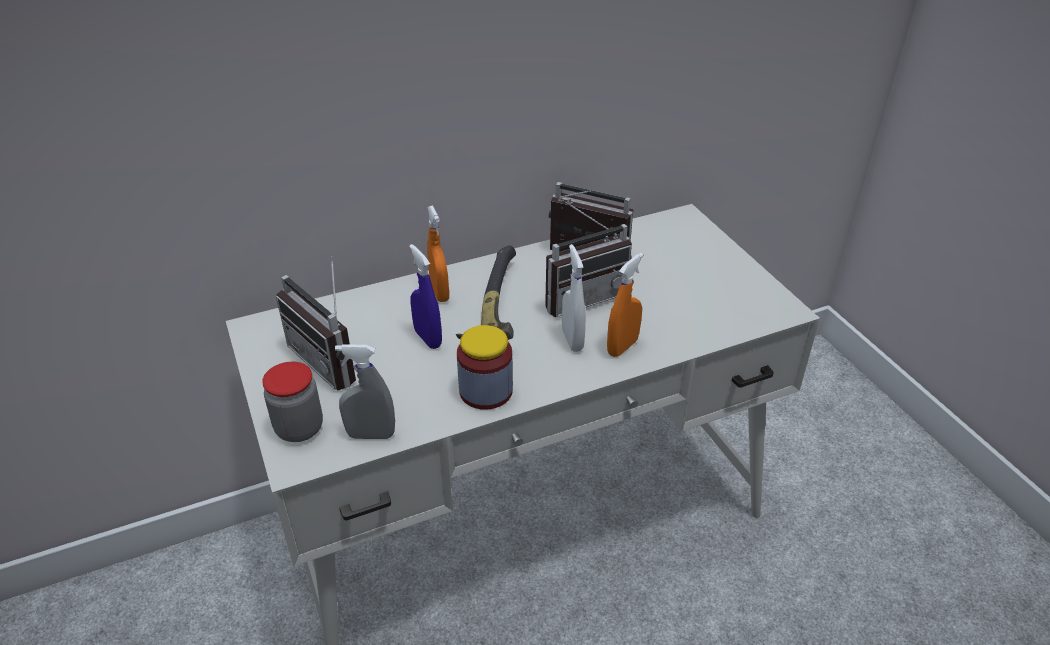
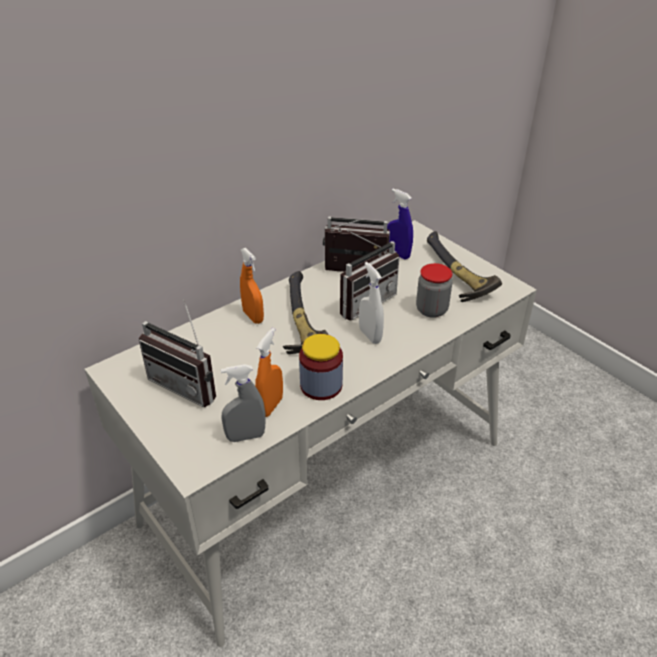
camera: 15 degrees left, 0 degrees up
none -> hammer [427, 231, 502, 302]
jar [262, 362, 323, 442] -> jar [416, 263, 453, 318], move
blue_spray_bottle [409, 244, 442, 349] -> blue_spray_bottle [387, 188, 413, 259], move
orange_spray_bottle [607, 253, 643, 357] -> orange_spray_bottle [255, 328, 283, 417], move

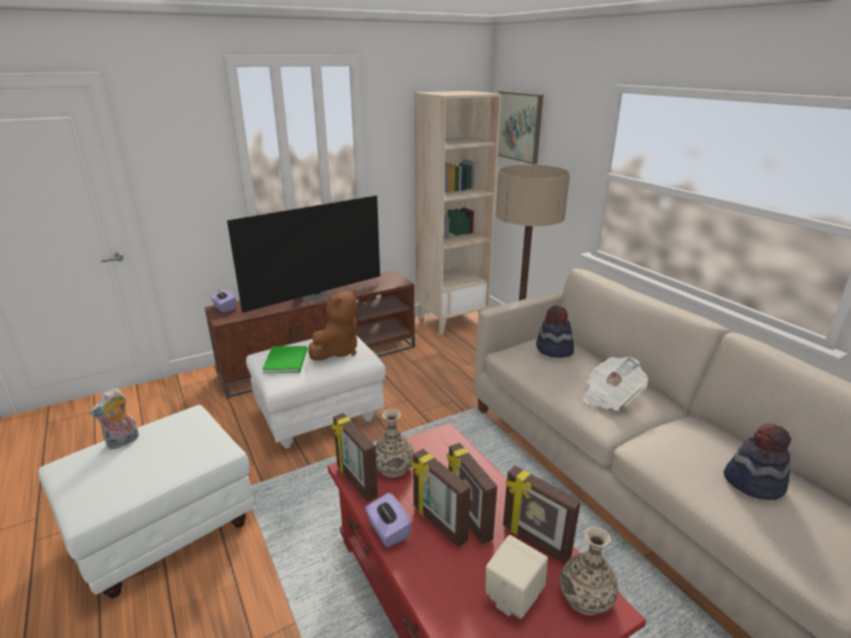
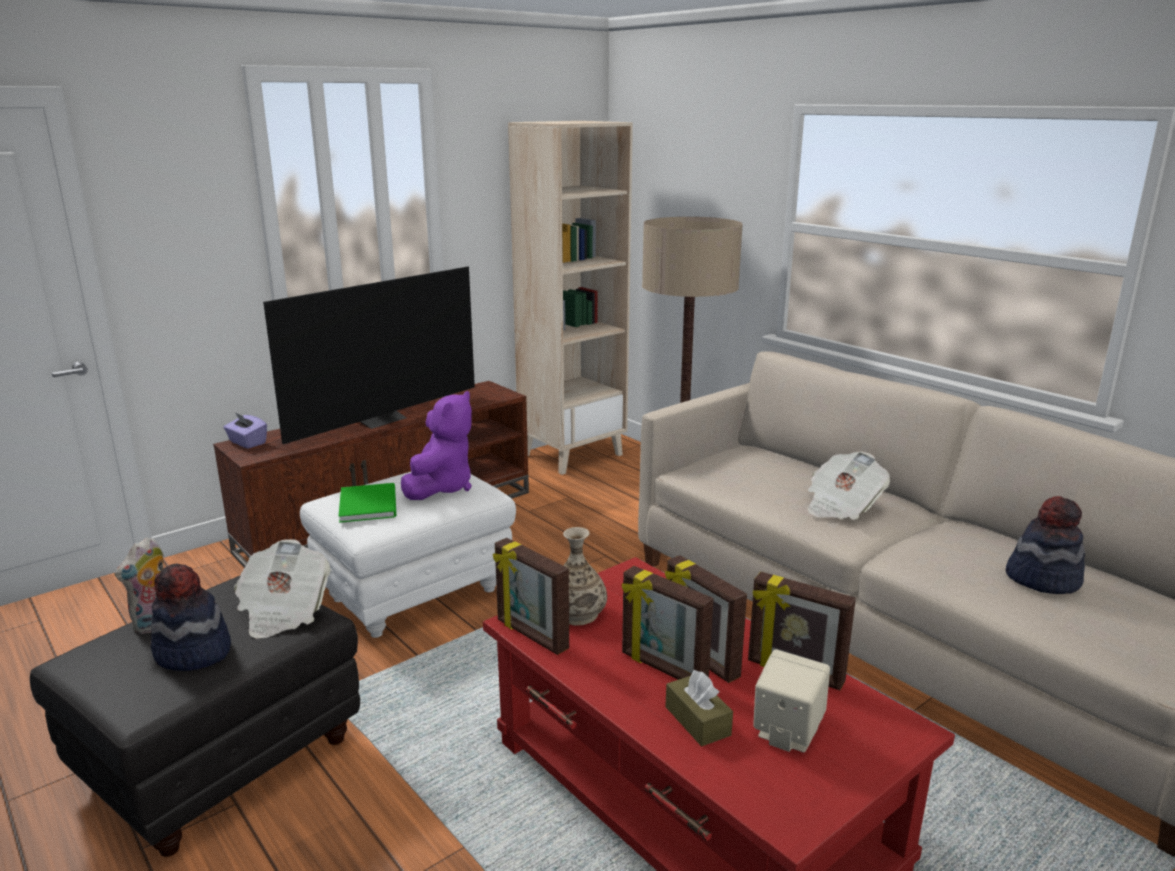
camera: 10 degrees left, 5 degrees down
purple_tissue_box [365, 492, 411, 547] -> none
picture [498, 91, 543, 164] -> none
vase [560, 527, 618, 615] -> none
none -> newspaper [234, 539, 331, 639]
none -> brown_tissue_box [665, 670, 733, 747]
hat [536, 306, 574, 358] -> hat [150, 563, 231, 671], move
white_ottoman [38, 405, 253, 598] -> black_ottoman [30, 575, 360, 857]
brown_plush_toy [308, 289, 357, 361] -> purple_plush_toy [401, 391, 472, 500]

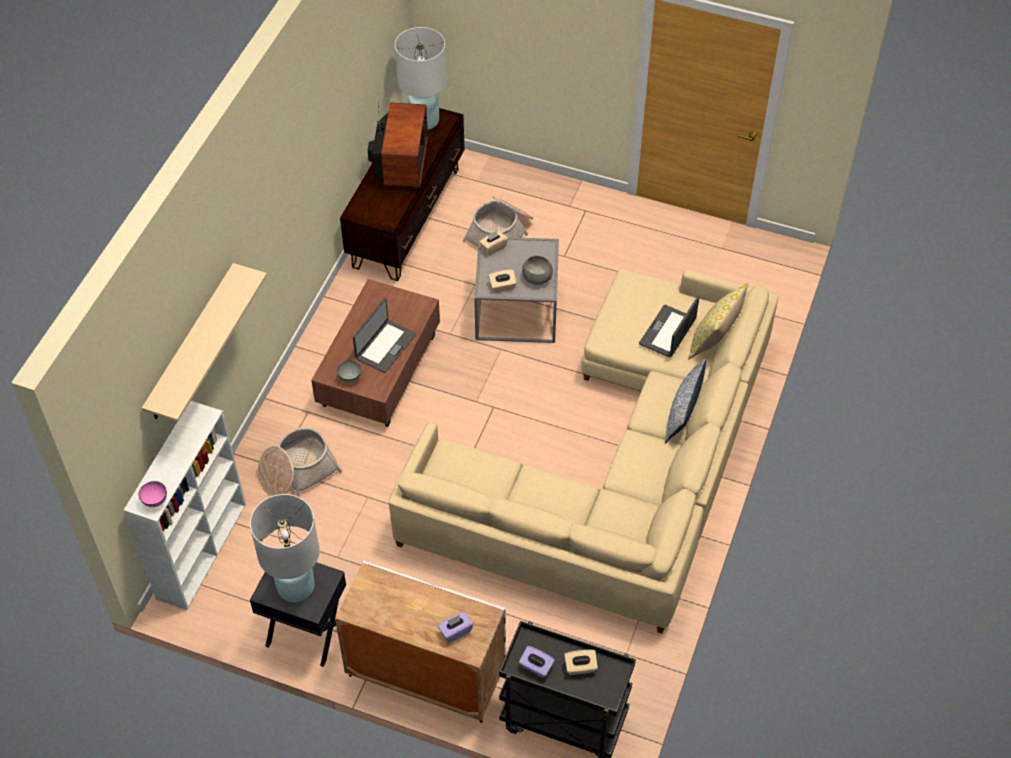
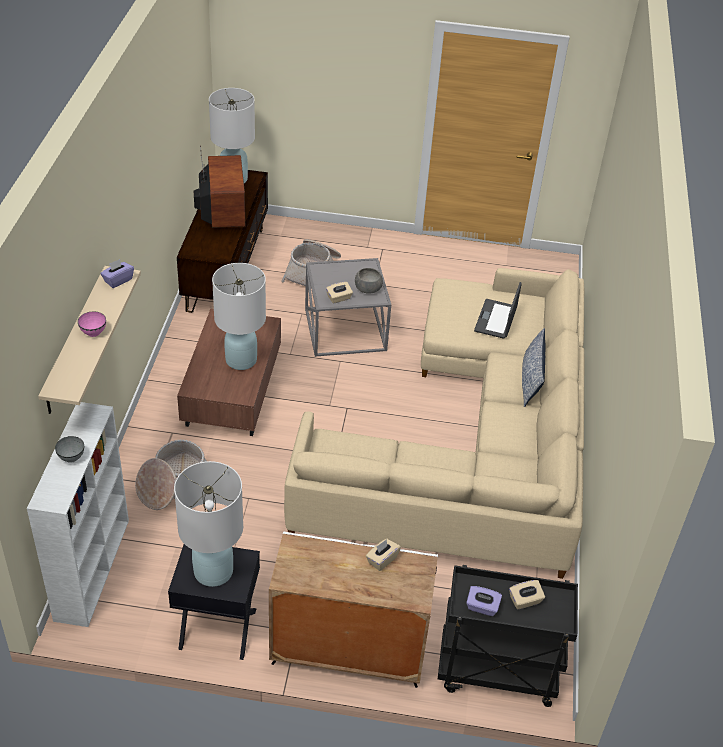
camera: 15 degrees left, 10 degrees down
pillow [688, 283, 748, 359] -> none
pink_bowl [138, 481, 167, 507] -> pink_bowl [78, 311, 106, 337], move
grey_bowl [337, 360, 361, 383] -> grey_bowl [55, 436, 84, 463], move
purple_tissue_box [438, 612, 473, 643] -> purple_tissue_box [100, 259, 134, 288], move
beige_tissue_box [479, 231, 508, 255] -> beige_tissue_box [366, 539, 401, 571], move
laptop [353, 298, 416, 373] -> white_table_lamp [212, 263, 266, 370]

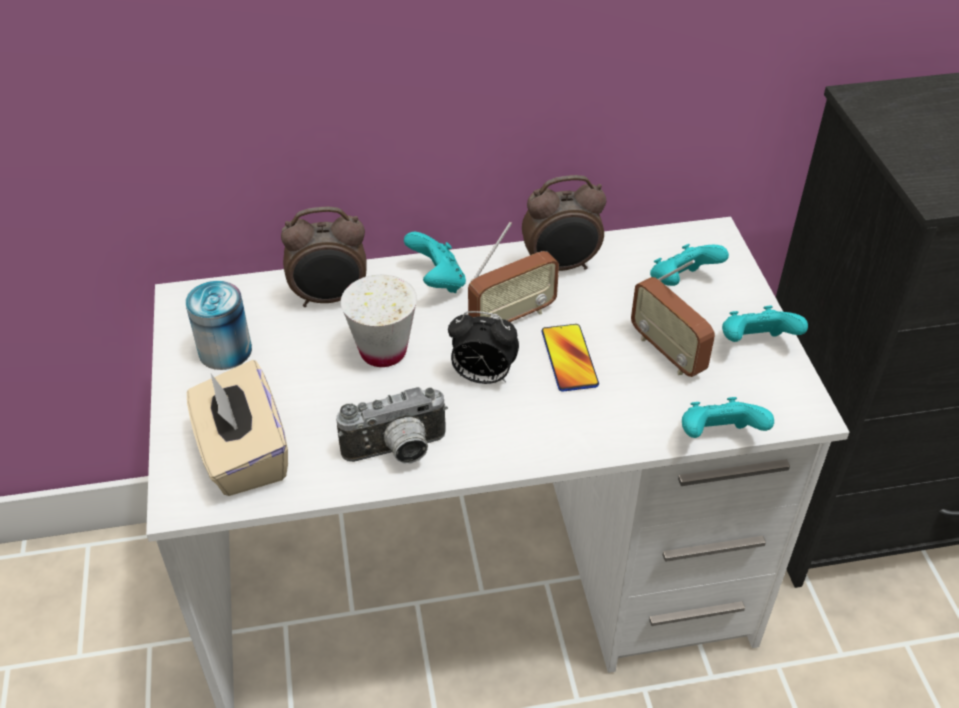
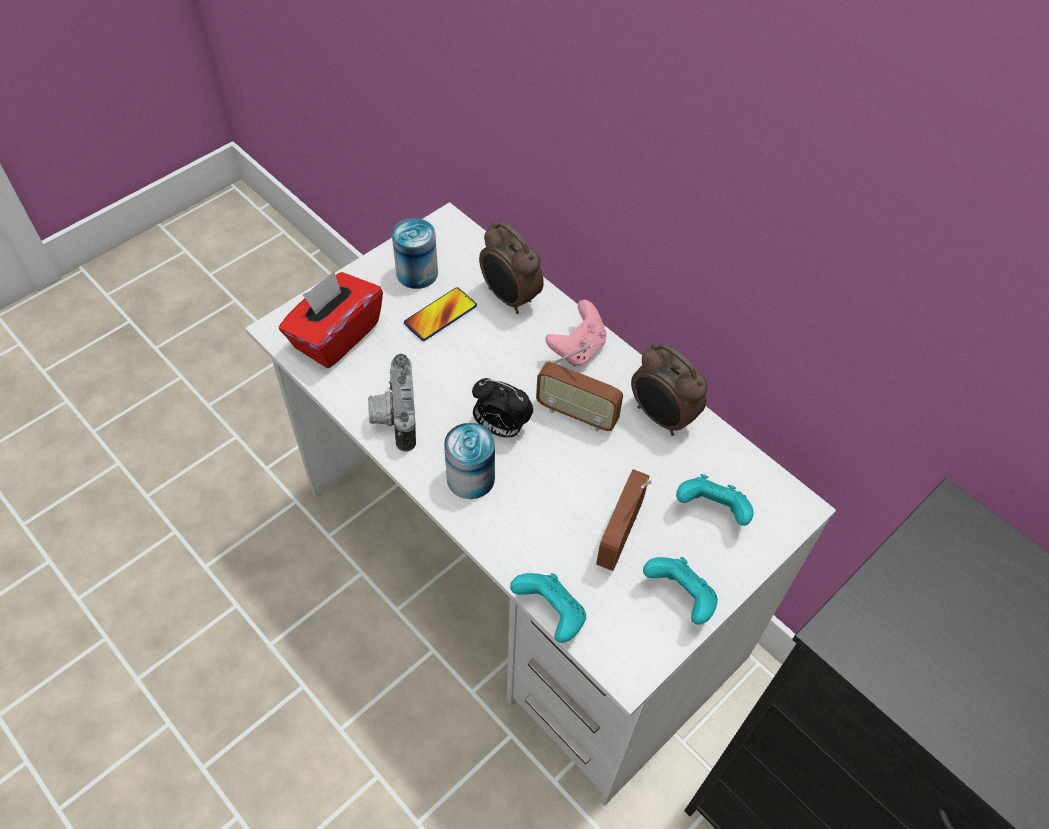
camera: 55 degrees right, 10 degrees up
white_cup [341, 275, 417, 367] -> none
none -> can [444, 423, 495, 499]
phone [542, 324, 599, 392] -> phone [404, 287, 477, 341], move
beige_tissue_box [187, 360, 288, 496] -> red_tissue_box [279, 271, 383, 368]
turquoise_game_controller [404, 232, 466, 293] -> pink_game_controller [545, 300, 607, 366]
photo_camera [336, 387, 448, 464] -> photo_camera [368, 354, 416, 452], 45 degrees clockwise
alarm_clock [448, 311, 519, 384] -> alarm_clock [472, 378, 533, 438], 45 degrees counterclockwise

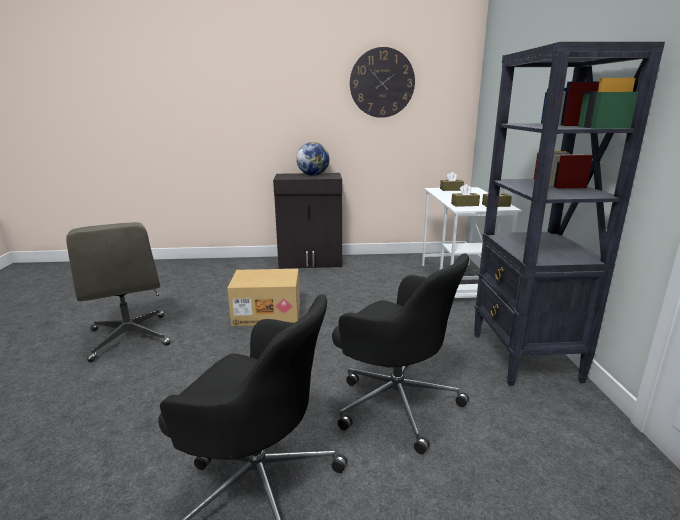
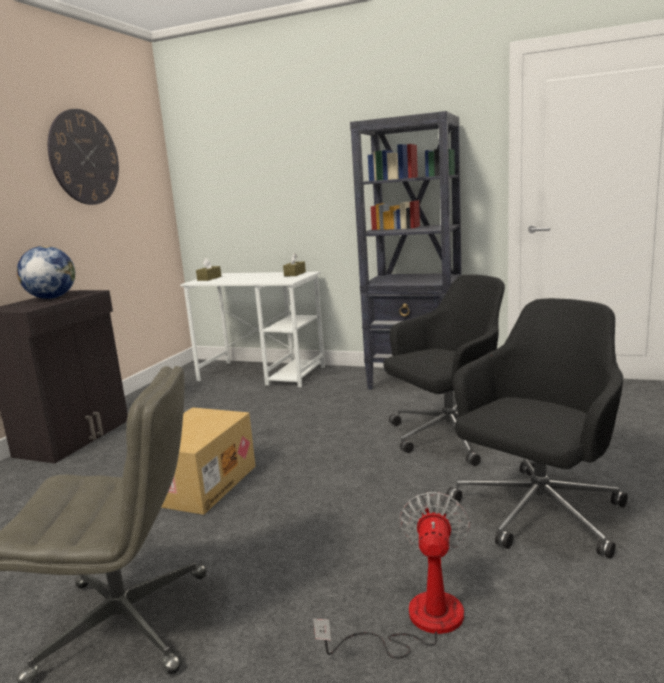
camera: 65 degrees left, 5 degrees down
brown_tissue_box [451, 184, 480, 207] -> none
none -> fan [313, 492, 470, 659]

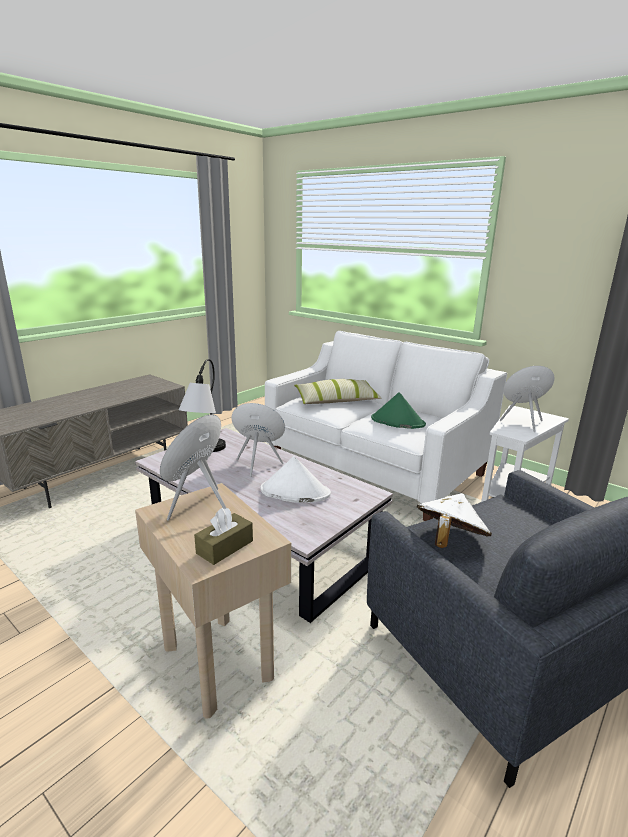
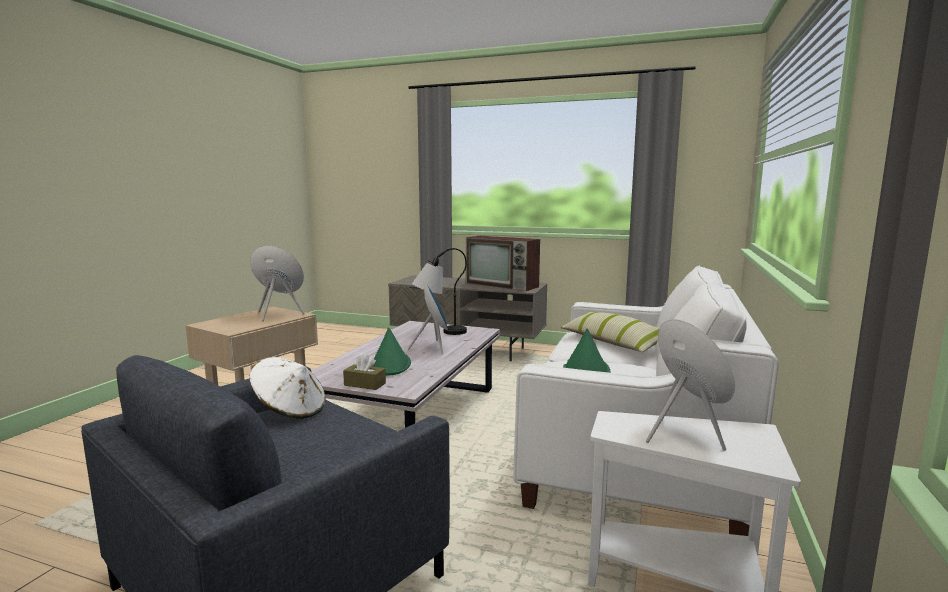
camera: 70 degrees right, 10 degrees down
none -> television [466, 236, 540, 291]
brown_tissue_box [194, 508, 253, 565] -> brown_tissue_box [343, 354, 386, 390], move
white_hat [261, 456, 331, 503] -> green_hat [372, 328, 411, 375]

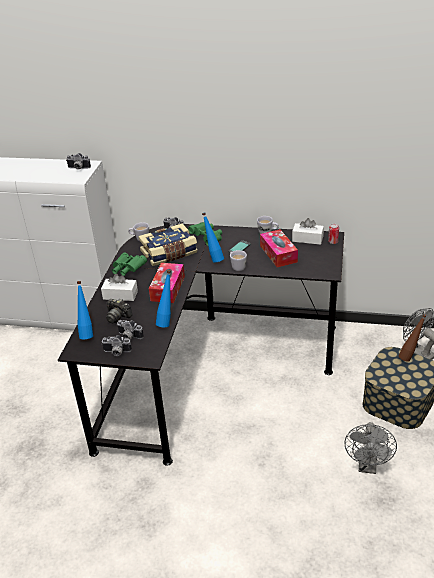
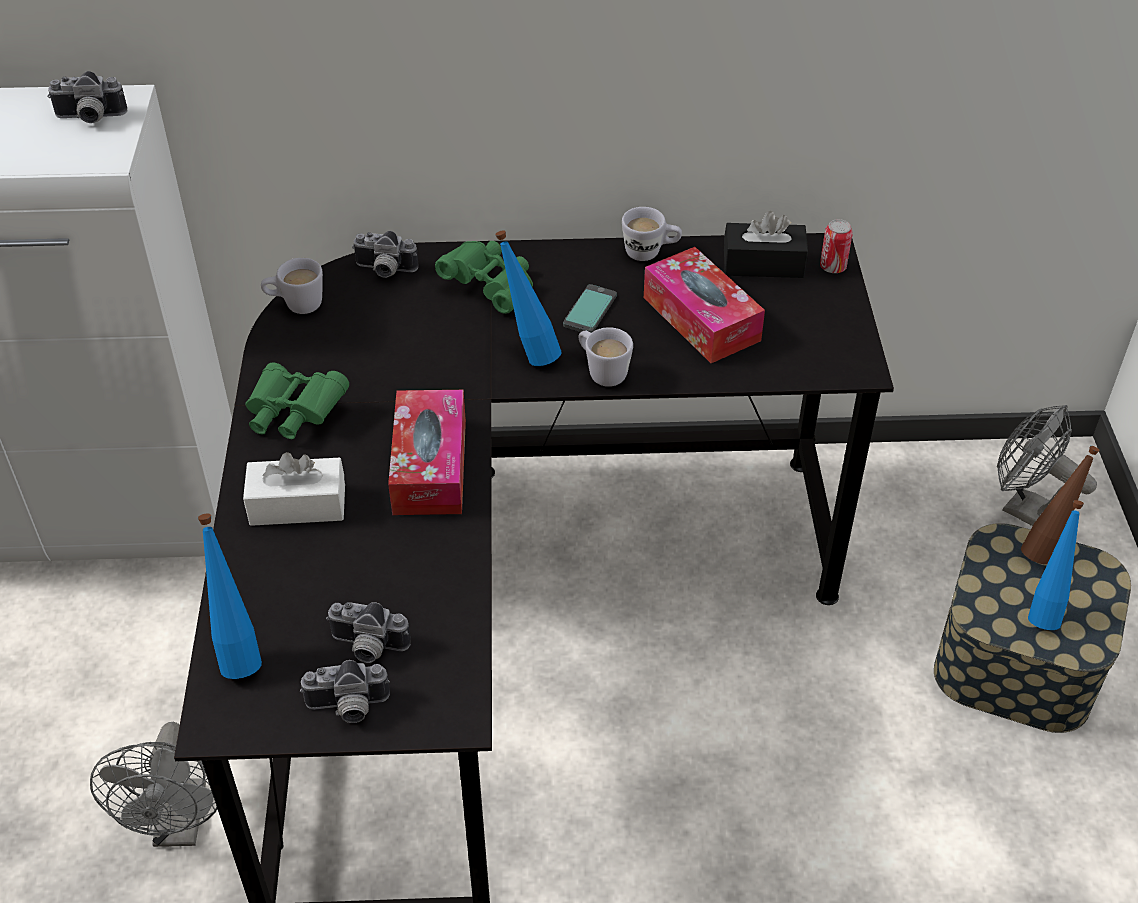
camera: 15 degrees left, 10 degrees up
photo_camera [106, 299, 132, 324] -> none
book [138, 223, 198, 266] -> none
blue_bottle [156, 270, 171, 327] -> blue_bottle [1028, 500, 1084, 630], move
grey_fan [344, 422, 397, 474] -> grey_fan [90, 722, 217, 847], move
white_tissue_box [292, 218, 324, 245] -> black_tissue_box [724, 211, 808, 278]

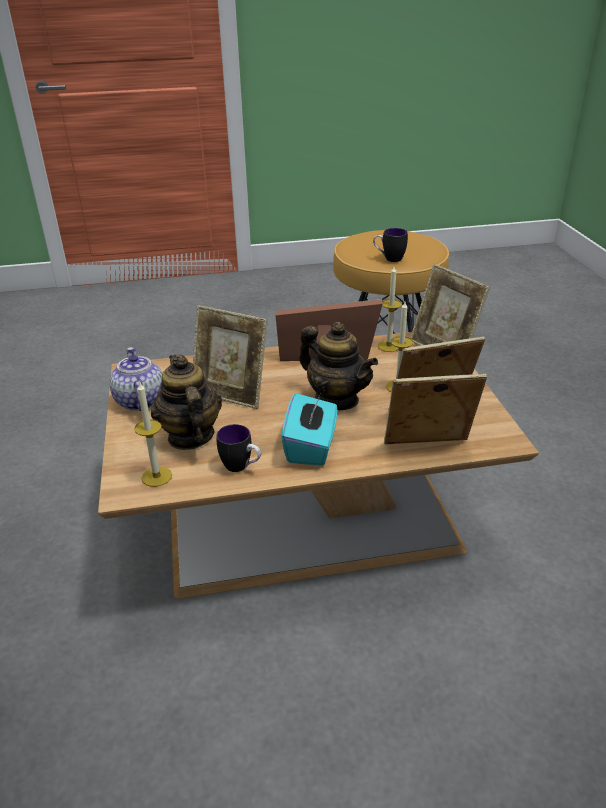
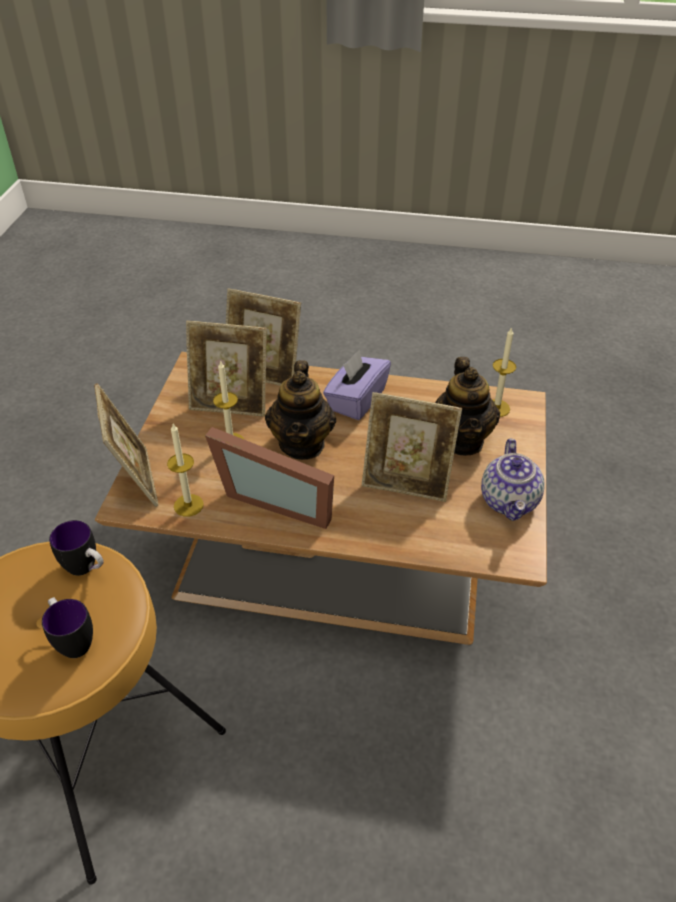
camera: 160 degrees left, 10 degrees up
mug [216, 424, 261, 472] -> mug [42, 597, 93, 658], move
turquoise_tissue_box [281, 392, 337, 466] -> purple_tissue_box [323, 350, 391, 420]
picture_frame [193, 305, 268, 409] -> picture_frame [362, 392, 462, 502], 150 degrees clockwise
teapot [299, 322, 378, 410] -> teapot [265, 360, 336, 460], 150 degrees counterclockwise

